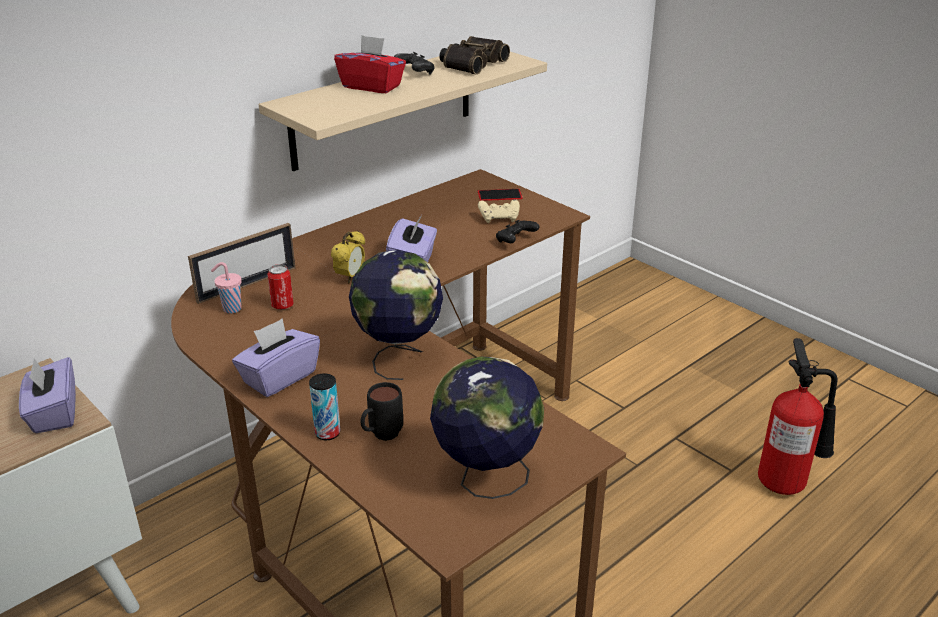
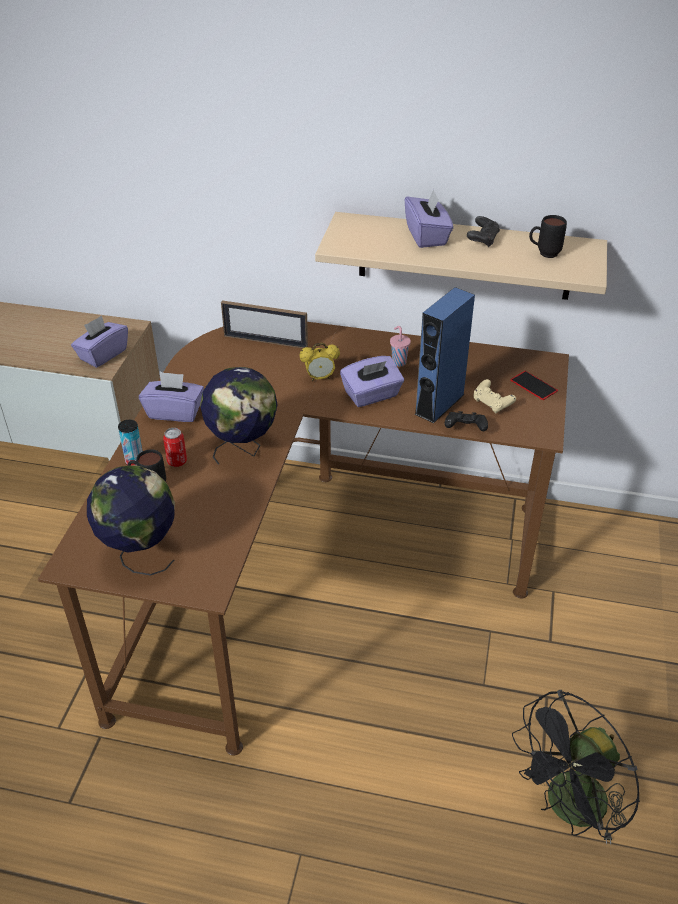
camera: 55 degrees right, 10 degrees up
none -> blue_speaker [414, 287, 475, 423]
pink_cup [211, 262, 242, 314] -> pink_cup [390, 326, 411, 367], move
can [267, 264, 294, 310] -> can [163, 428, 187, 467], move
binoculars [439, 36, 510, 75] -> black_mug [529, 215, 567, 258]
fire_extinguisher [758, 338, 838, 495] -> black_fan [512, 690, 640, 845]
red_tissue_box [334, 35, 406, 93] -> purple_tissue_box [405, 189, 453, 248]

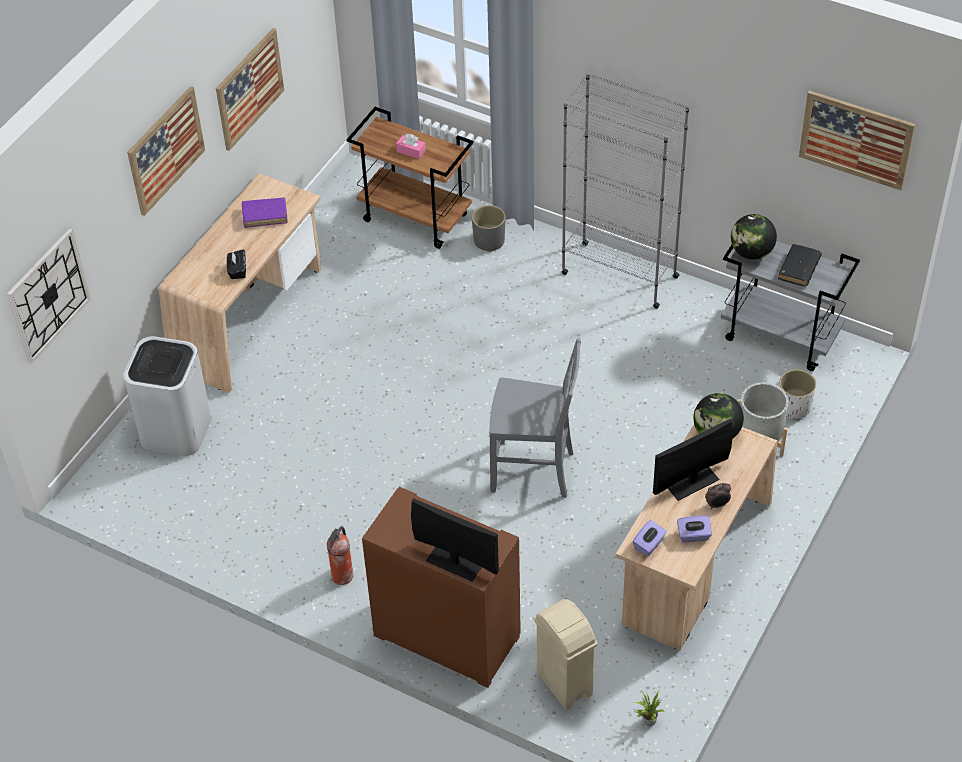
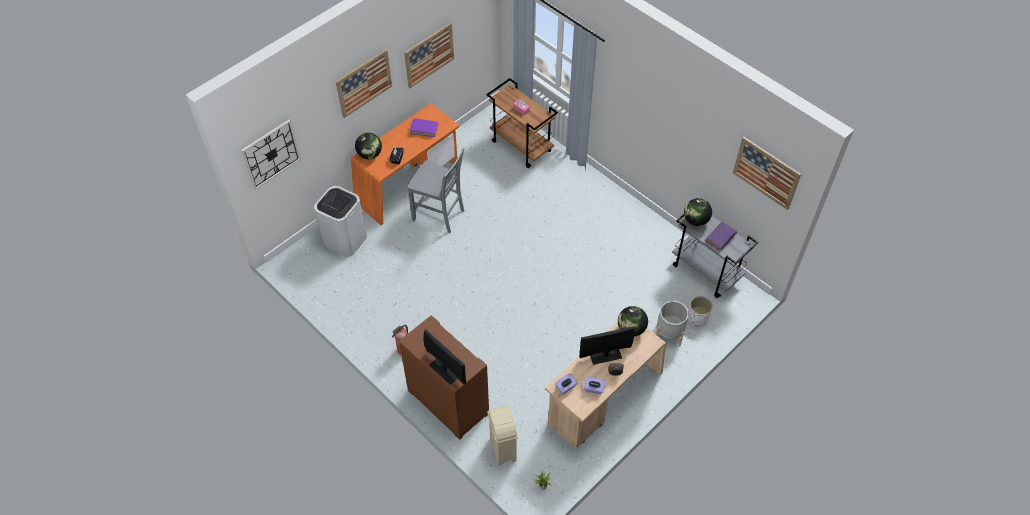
camera: 15 degrees right, 5 degrees up
grey_planter [472, 205, 506, 252] -> none
grey_bookcase [562, 72, 690, 309] -> none
none -> globe [355, 133, 382, 159]
grey_chair [489, 339, 581, 498] -> grey_chair [408, 147, 464, 233], move
beige_desk [159, 173, 321, 393] -> orange_desk [351, 103, 459, 225]
black_book [778, 244, 822, 286] -> purple_book [706, 222, 737, 250]

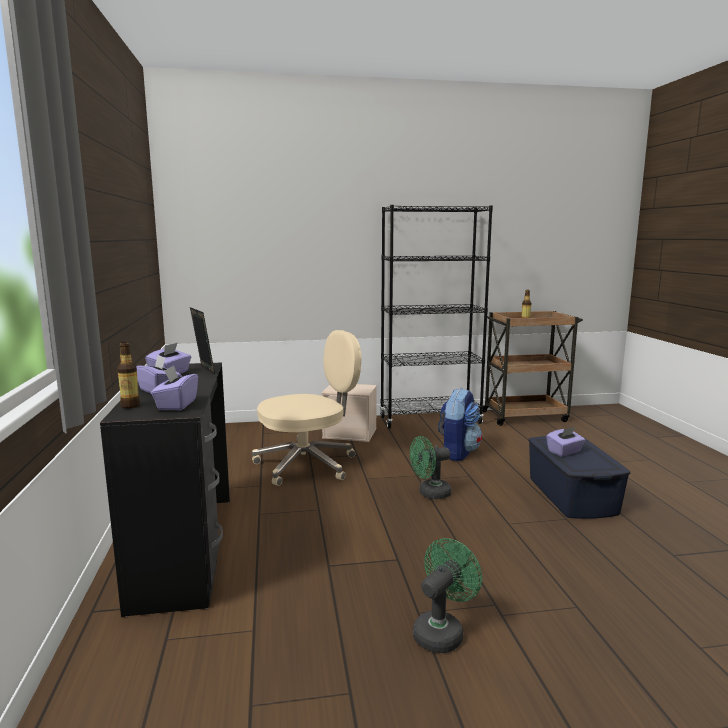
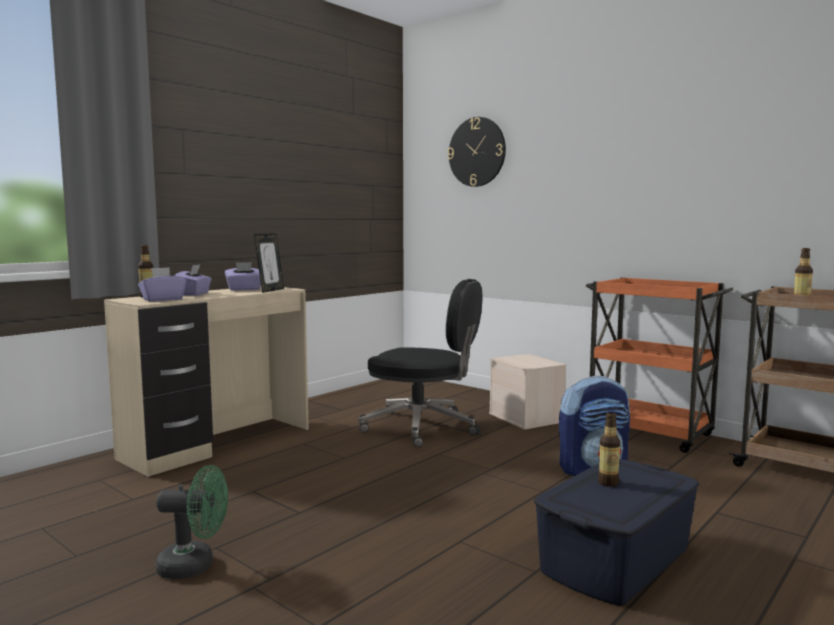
camera: 50 degrees right, 5 degrees down
green_fan [410, 436, 452, 499] -> none
none -> wall_clock [448, 117, 506, 187]
black_bookcase [380, 205, 493, 429] -> orange_cart [586, 277, 733, 453]
purple_tissue_box [546, 427, 585, 457] -> bottle [598, 412, 620, 487]
black_desk [100, 363, 230, 617] -> beige_desk [104, 287, 309, 477]
beige_office_chair [252, 330, 361, 486] -> black_office_chair [359, 279, 483, 447]

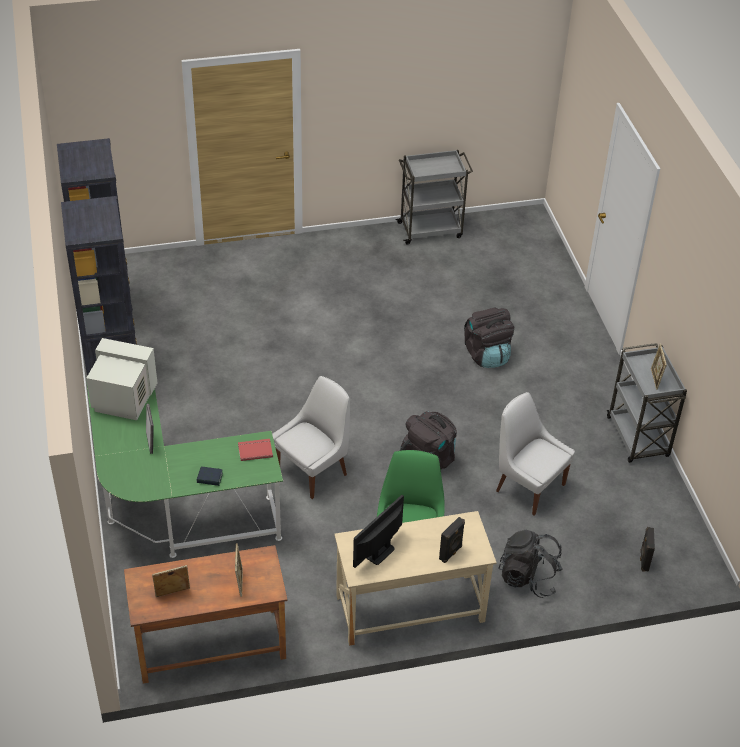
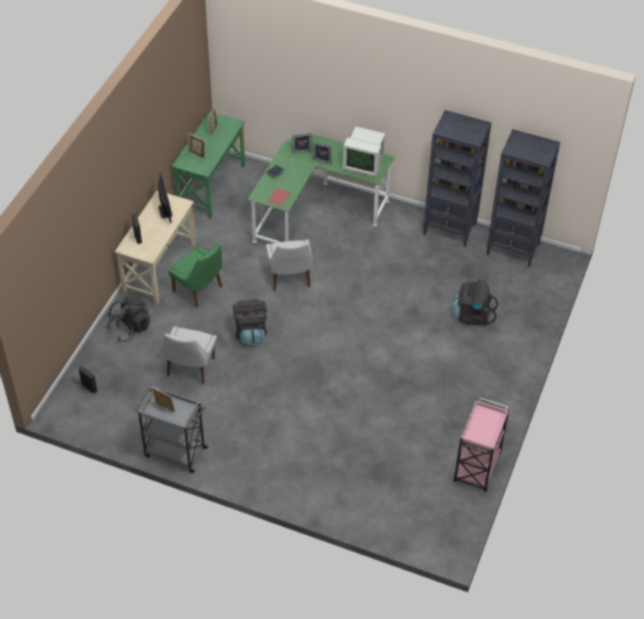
camera: 125 degrees right, 5 degrees up
none -> picture_frame [292, 133, 312, 153]
black_backpack [464, 307, 514, 368] -> black_backpack [452, 280, 498, 326], move
brown_desk [124, 545, 287, 684] -> green_desk [171, 112, 245, 219]
grey_cart [395, 150, 473, 245] -> pink_cart [454, 398, 509, 492]
monitor [86, 338, 157, 420] -> monitor [343, 126, 385, 178], 60 degrees clockwise
white_chair [496, 392, 575, 516] -> white_chair [163, 326, 217, 384], 120 degrees clockwise

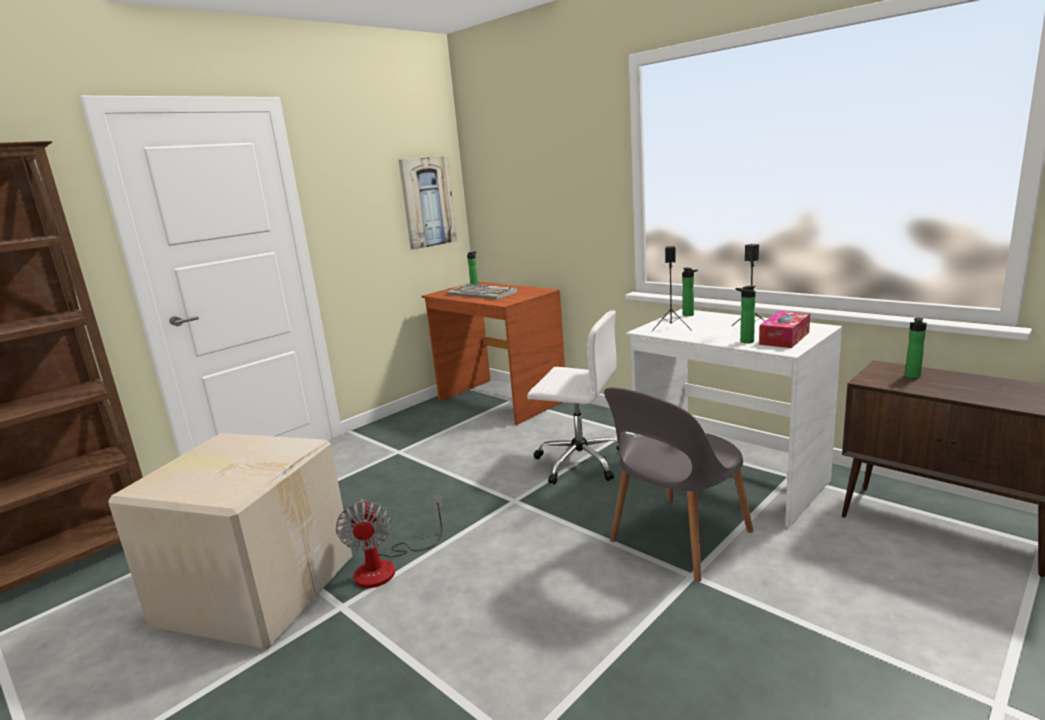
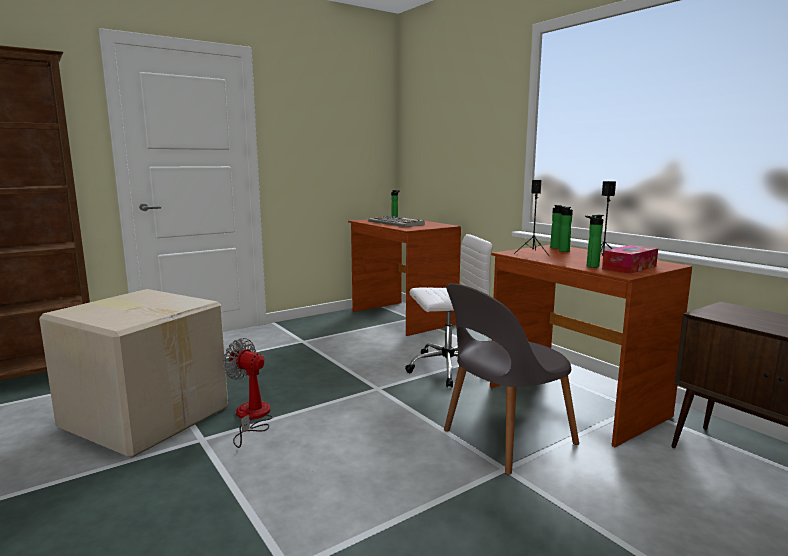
camera: 10 degrees right, 5 degrees down
picture [399, 156, 457, 250] -> none
bottle [905, 317, 927, 378] -> bottle [559, 206, 573, 252], move
white_desk [626, 309, 842, 528] -> brown_desk [490, 245, 692, 447]
fan [336, 495, 443, 588] -> fan [223, 338, 273, 448], 120 degrees clockwise
white_office_chair [527, 310, 619, 485] -> white_office_chair [405, 234, 493, 388], 45 degrees counterclockwise

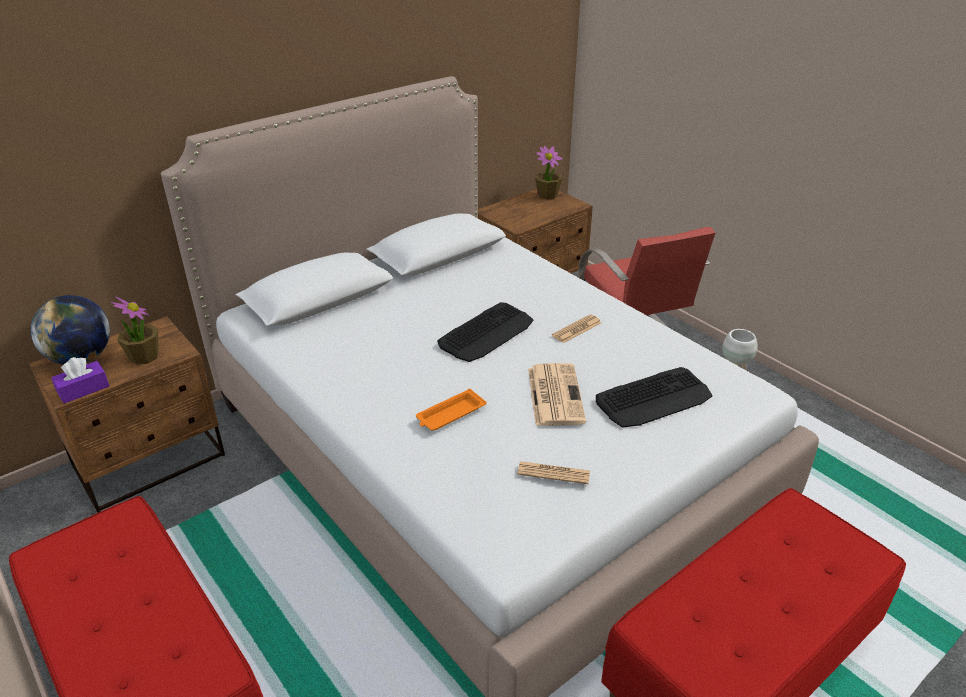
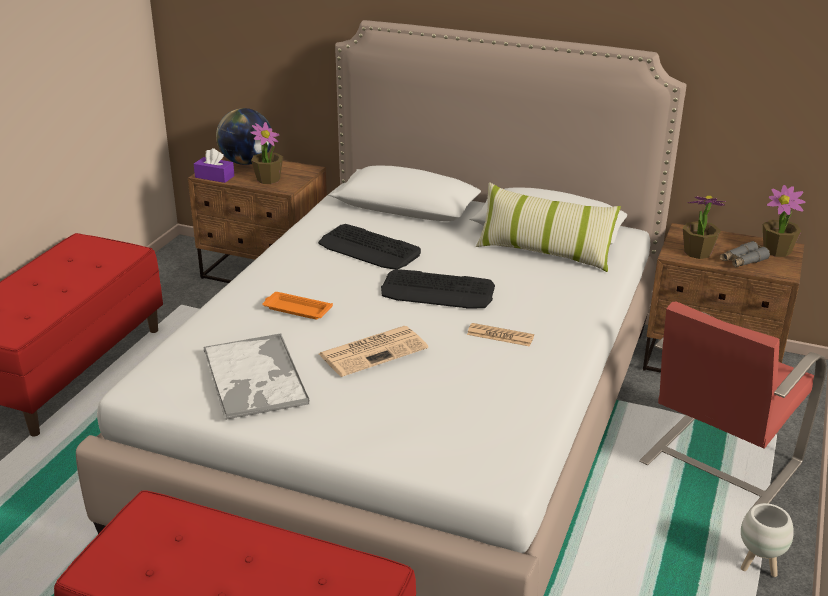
camera: 60 degrees right, 5 degrees down
none -> pillow [476, 182, 621, 272]
none -> potted_plant [683, 196, 726, 259]
none -> grey_binoculars [720, 241, 770, 267]
keyboard [596, 367, 713, 428] -> keyboard [318, 224, 421, 270], move
newspaper [517, 461, 590, 484] -> tray [204, 333, 310, 419]

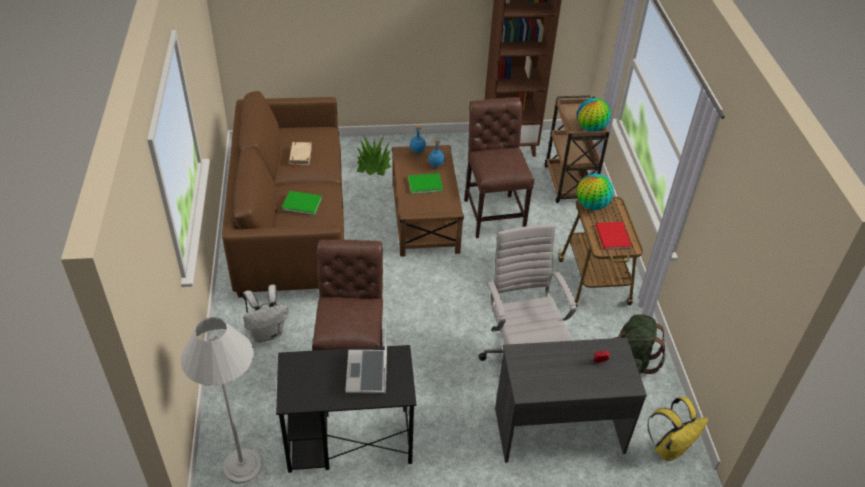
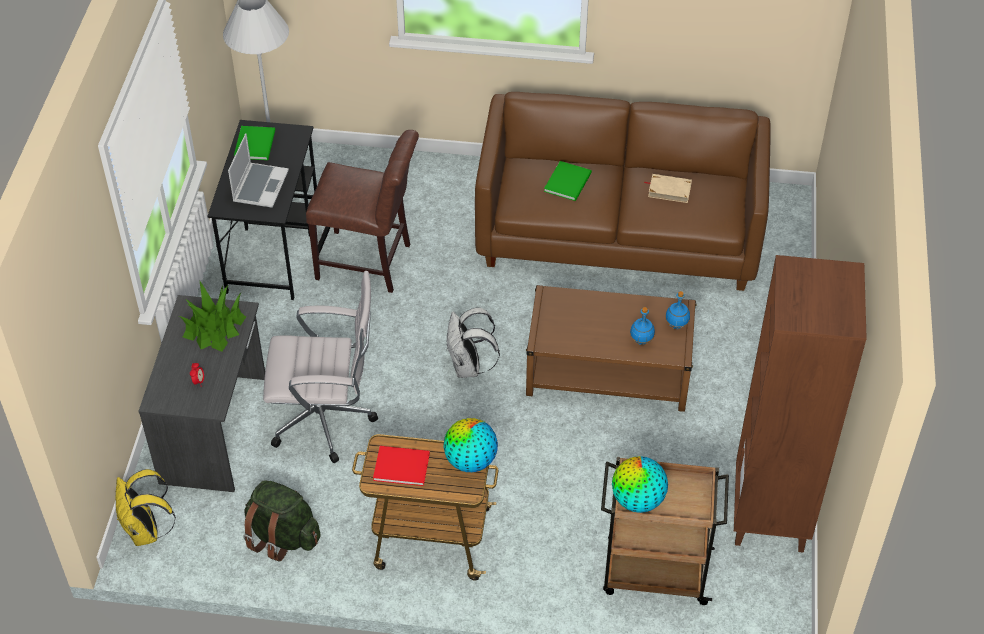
camera: 105 degrees right, 5 degrees up
brown_chair [464, 97, 534, 238] -> none
white_backpack [242, 285, 289, 342] -> white_backpack [447, 308, 500, 378], move
potted_plant [356, 137, 391, 176] -> potted_plant [179, 282, 246, 352], move
green_book [408, 173, 443, 194] -> green_book [234, 126, 275, 160], move
laptop [345, 326, 387, 393] -> laptop [228, 133, 289, 208], 90 degrees clockwise

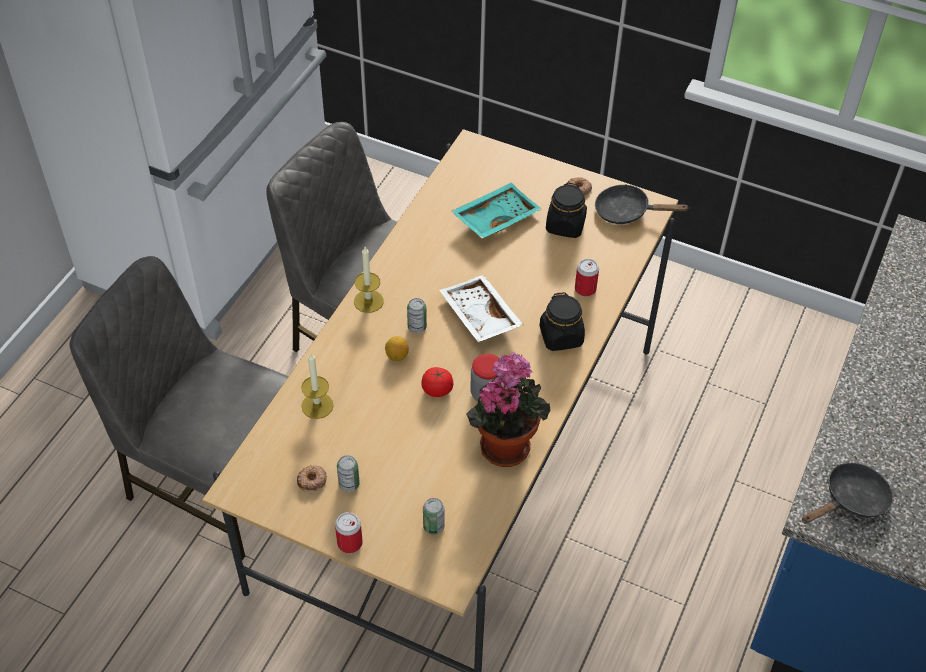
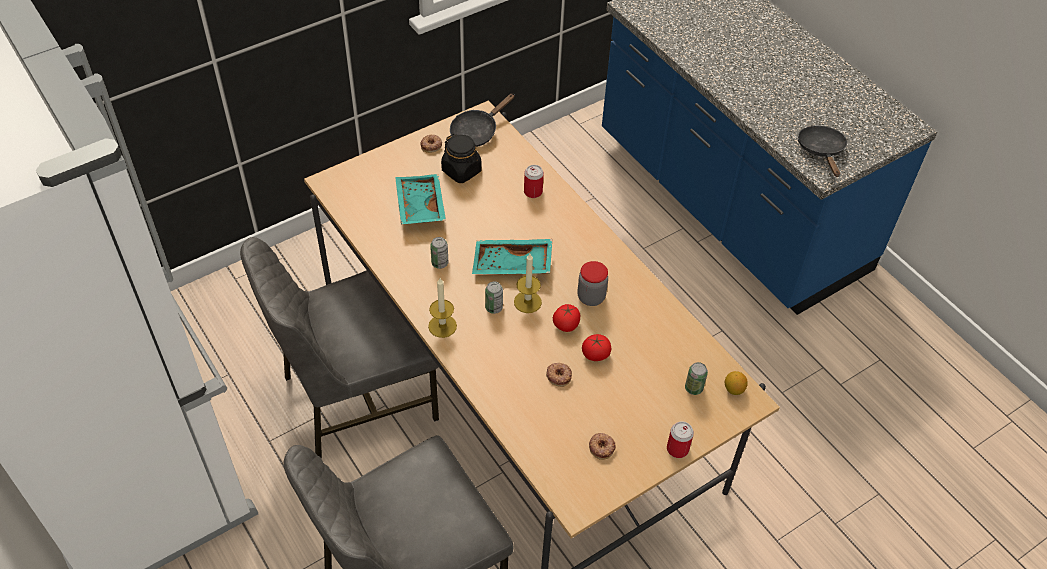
camera: 60 degrees left, 0 degrees up
potted_plant [466, 351, 550, 467] -> none
black_jar [539, 292, 585, 351] -> none
none -> donut [546, 363, 572, 387]
none -> tomato [582, 334, 611, 361]
candle [301, 352, 334, 419] -> candle [514, 254, 542, 313], move
can [337, 455, 360, 492] -> can [430, 237, 448, 269], move
lemon [385, 336, 409, 361] -> lemon [725, 371, 748, 395], move
white_tray [440, 275, 523, 342] -> turquoise_tray [472, 239, 552, 274]

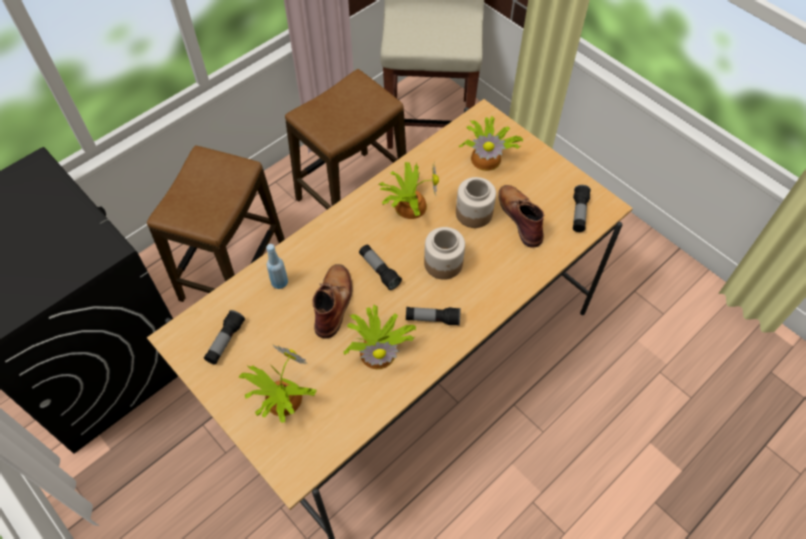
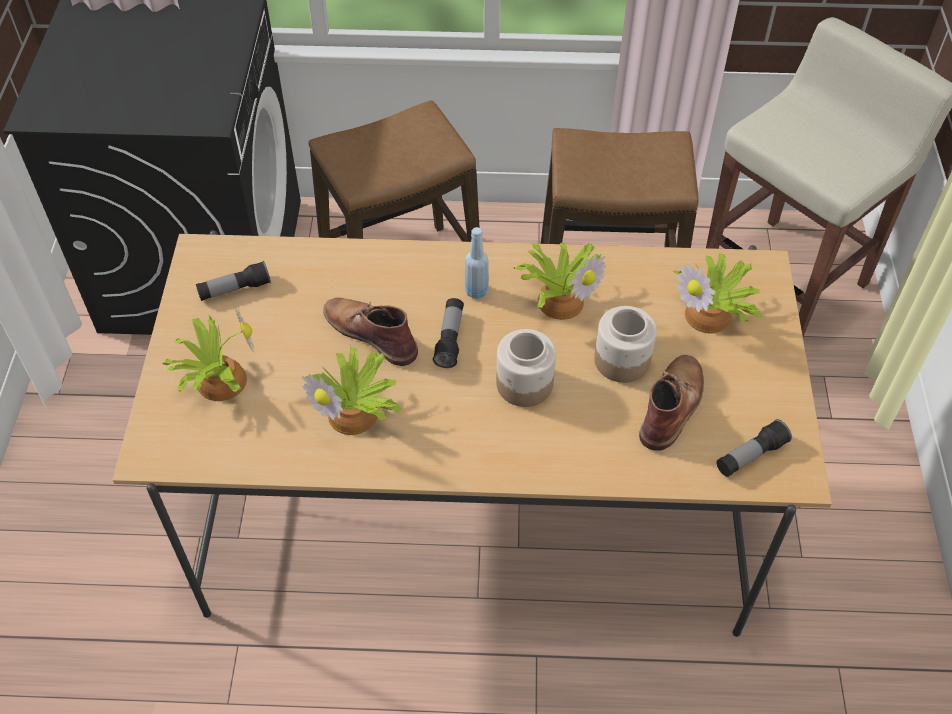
camera: 45 degrees right, 5 degrees down
flashlight [406, 307, 461, 325] -> none
blue_bottle [266, 244, 288, 289] -> blue_bottle [465, 227, 489, 299], move
brown_boot [312, 264, 352, 339] -> brown_boot [323, 298, 418, 366], 105 degrees counterclockwise

